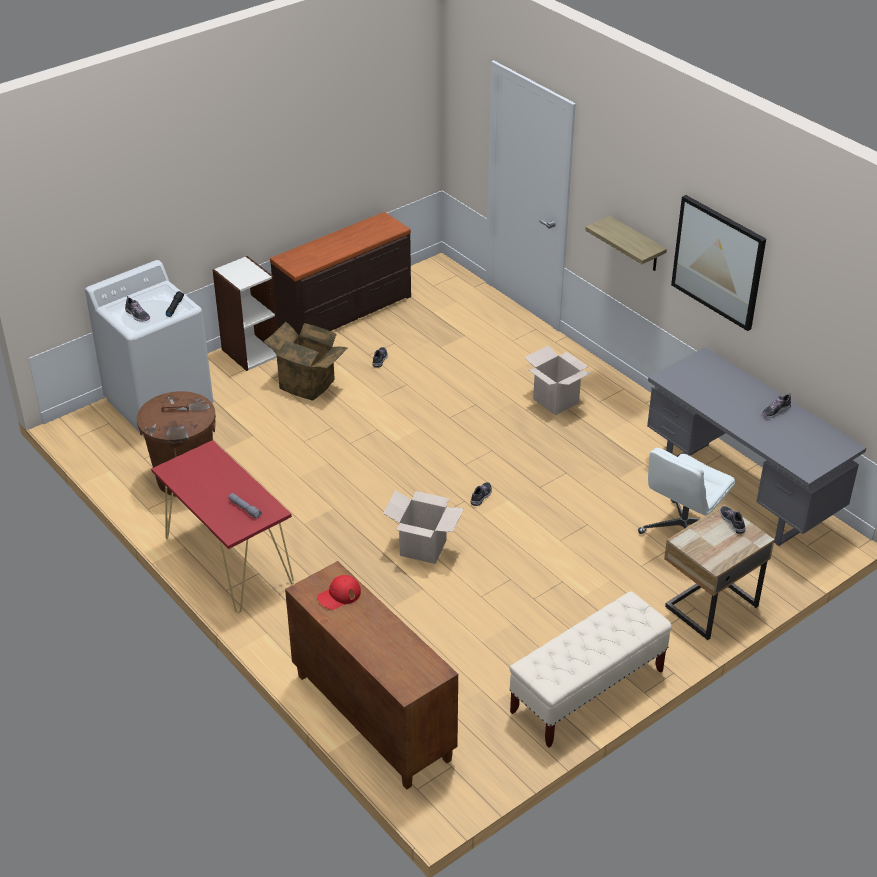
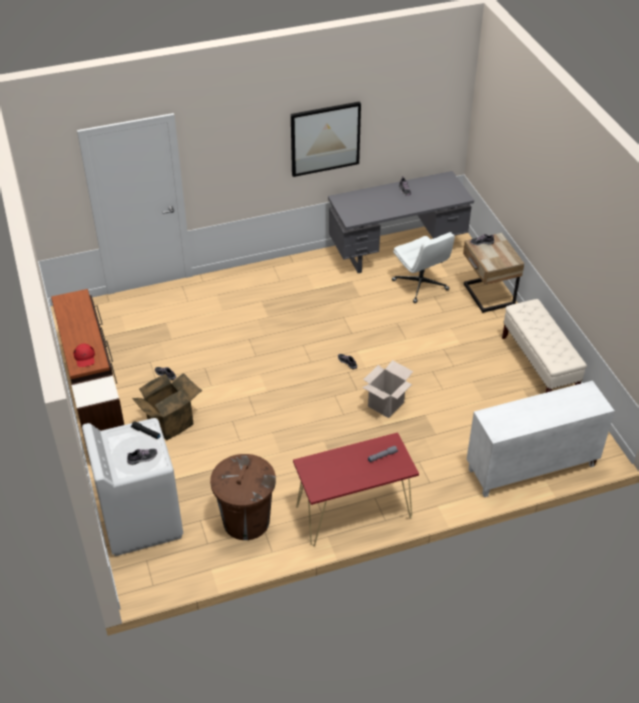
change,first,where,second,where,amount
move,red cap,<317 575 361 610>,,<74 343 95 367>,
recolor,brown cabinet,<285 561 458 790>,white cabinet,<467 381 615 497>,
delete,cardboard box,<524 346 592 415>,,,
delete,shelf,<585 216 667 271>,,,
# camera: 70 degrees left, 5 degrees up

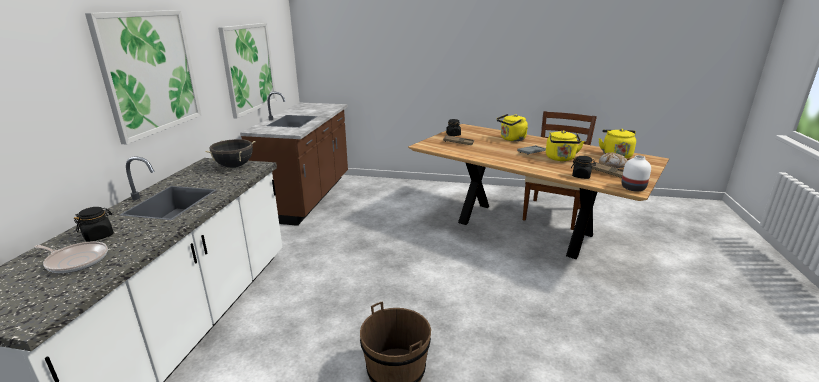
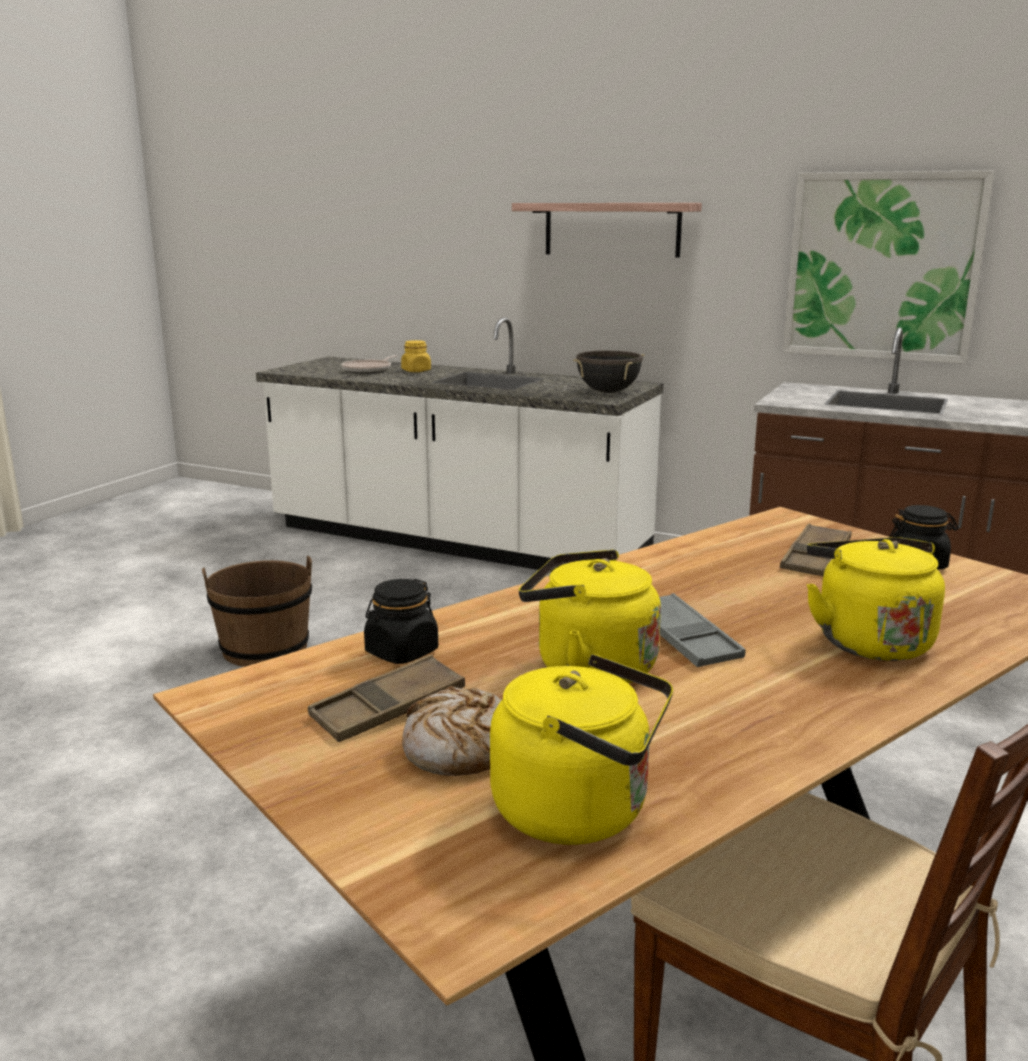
change,first,where,second,where,amount
recolor,black jar,<74 207 114 242>,yellow jar,<401 340 431 372>,
replace,picture,<85 10 202 145>,shelf,<512 203 702 257>,
delete,white vase,<621 155 651 191>,,,
# camera: 105 degrees right, 5 degrees down

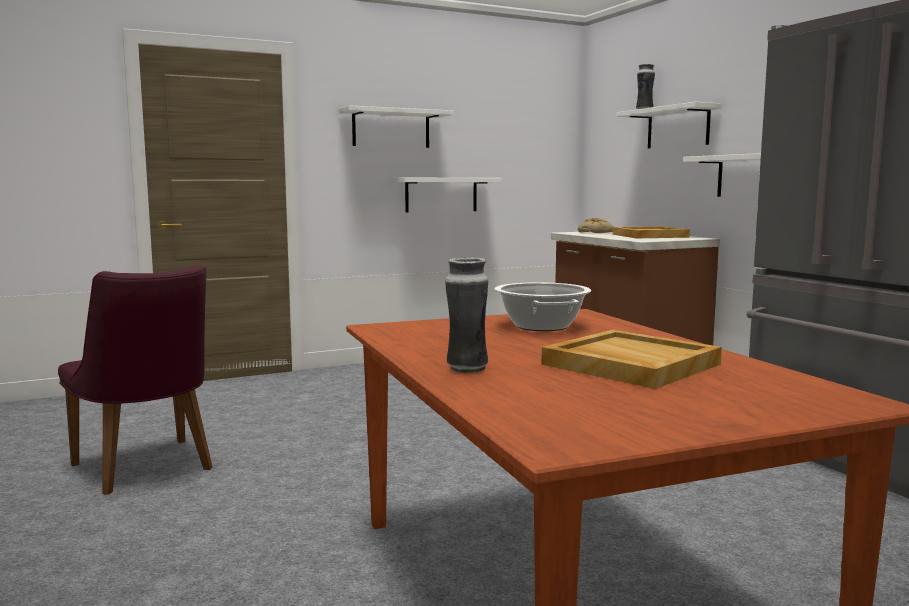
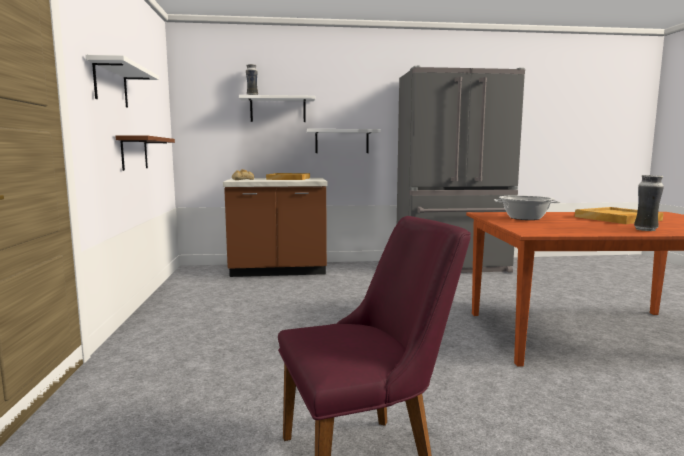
change,first,where,second,where,amount
recolor,white shelf,<393 178 501 213>,brown shelf,<115 135 175 171>,
# camera: 70 degrees left, 0 degrees up

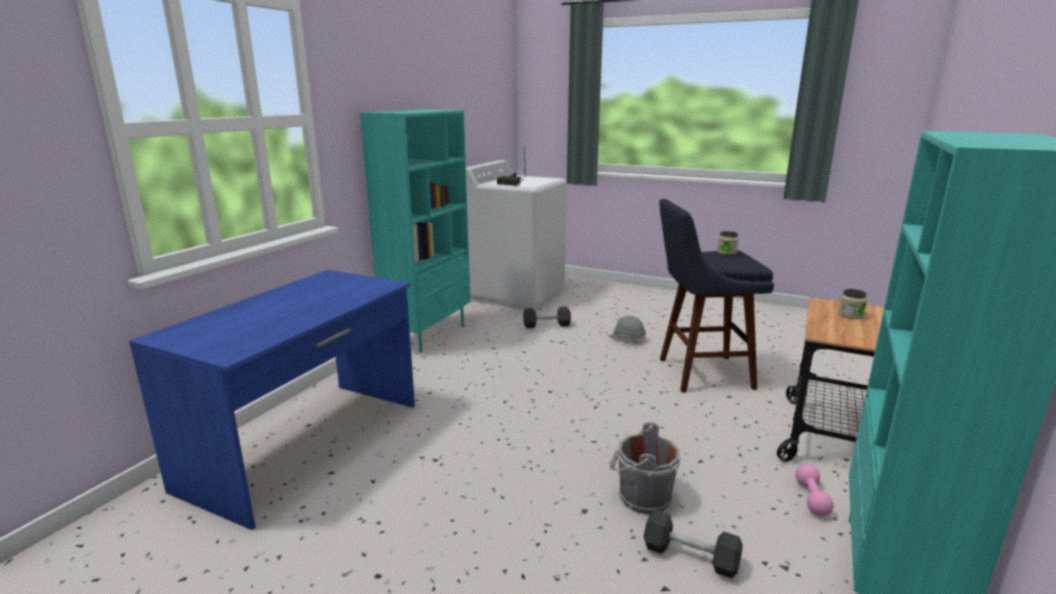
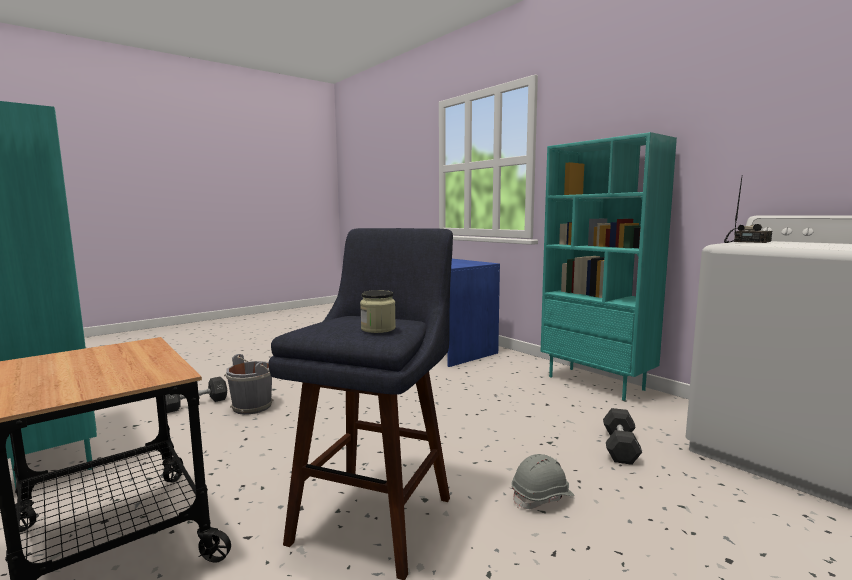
change,first,where,second,where,amount
delete,pink dumbbell,<795 464 834 516>,,,
delete,jar,<838 289 867 319>,,,
# camera: 115 degrees right, 10 degrees down

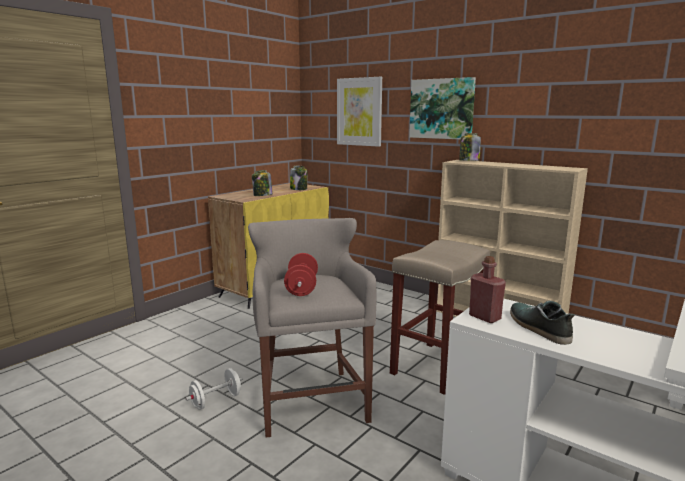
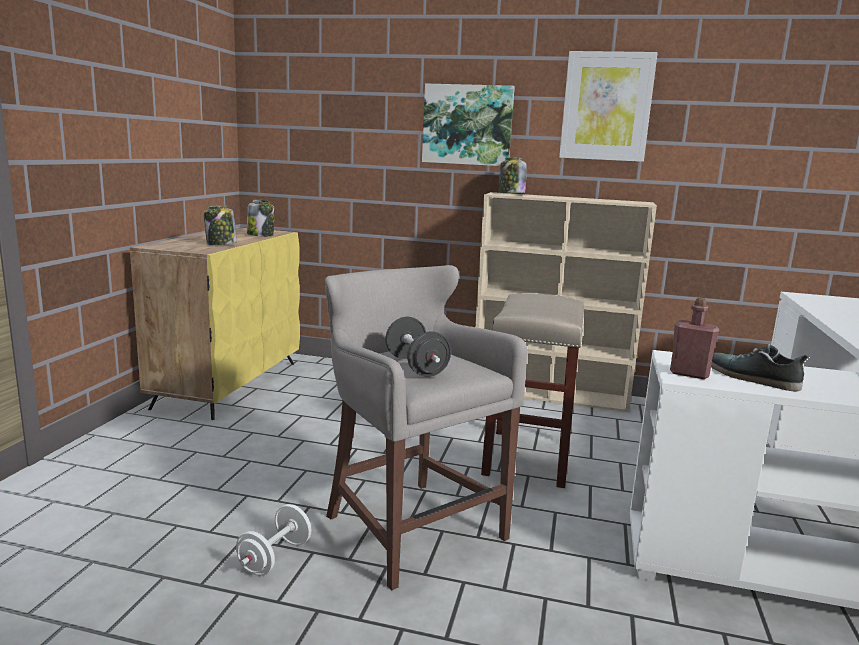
change,first,where,second,where,amount
recolor,red dumbbell,<284 253 318 296>,black dumbbell,<385 317 451 377>,
move,picture,<337 77 382 147>,,<559 51 658 162>,
# camera: 25 degrees left, 0 degrees up

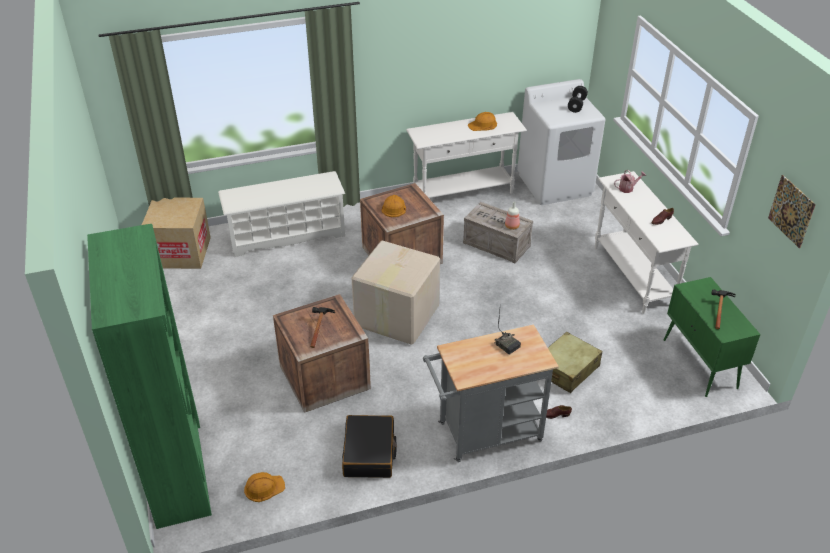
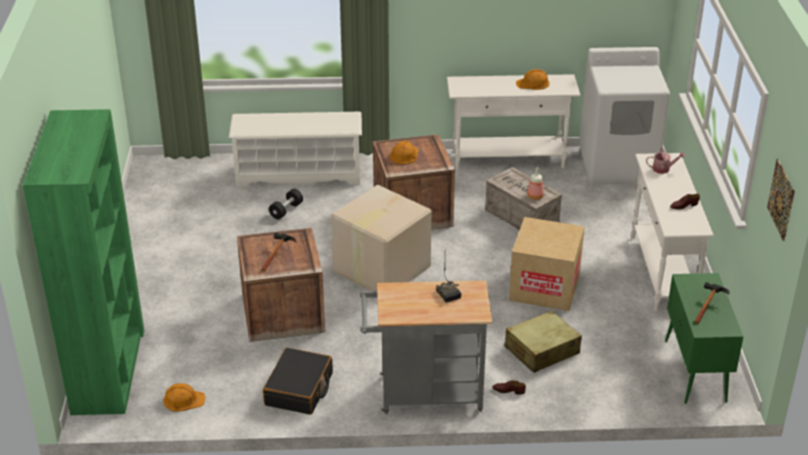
change,first,where,second,where,amount
move,black dumbbell,<568 86 588 113>,,<269 189 303 219>,
move,cardboard box,<142 197 211 269>,,<509 217 585 311>,
# camera: 15 degrees right, 5 degrees down

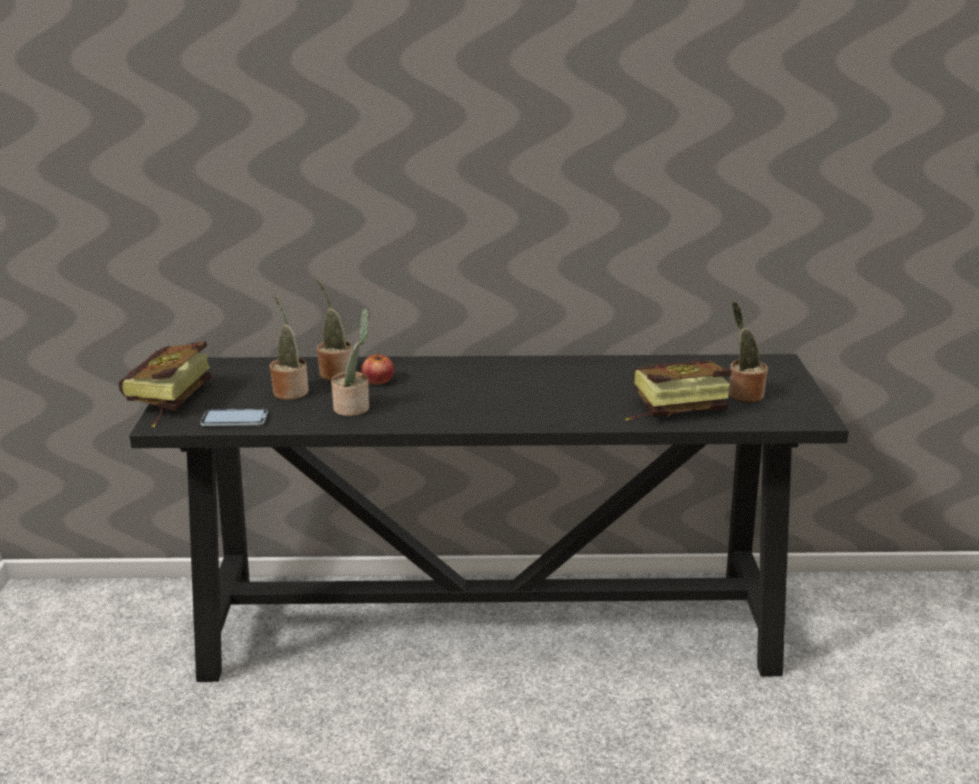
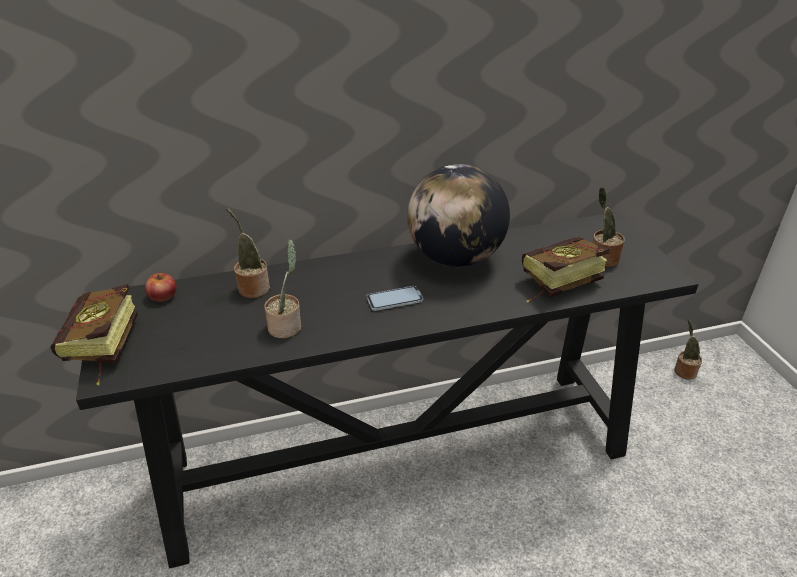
change,first,where,second,where,amount
move,apple,<361 353 394 385>,,<145 273 177 302>,
move,phone,<201 409 268 426>,,<367 286 423 311>,
insert,,,globe,<407 164 510 267>,
move,potted plant,<270 293 309 400>,,<674 320 702 379>,
# camera: 15 degrees left, 10 degrees up

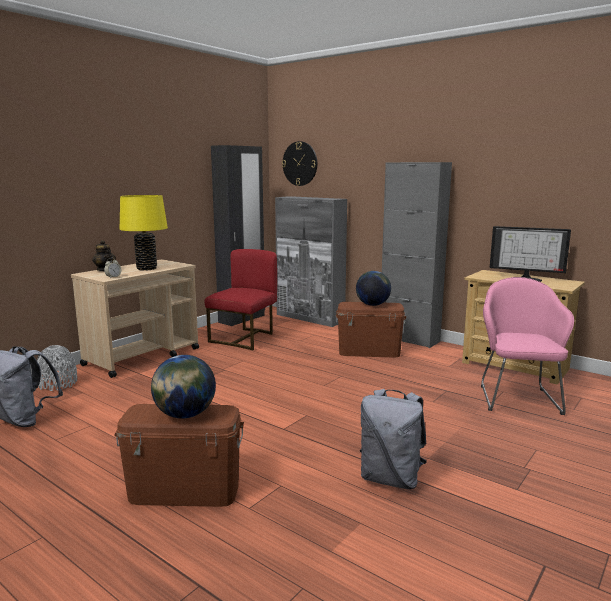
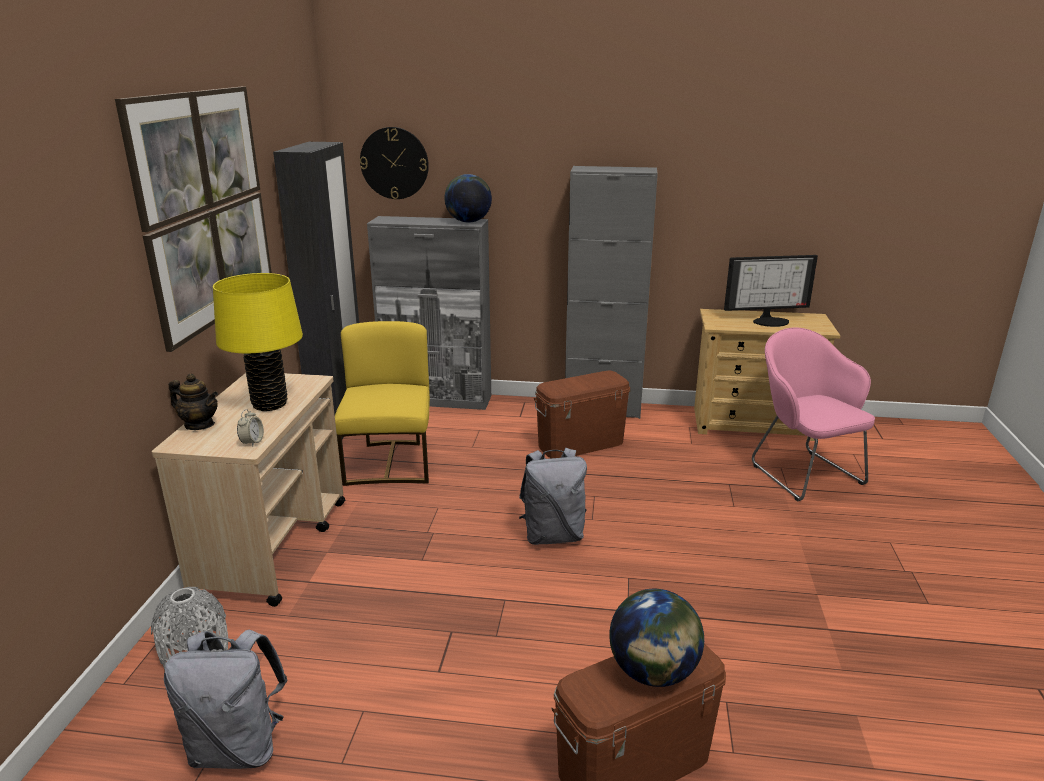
change,first,where,second,where,amount
insert,,,picture,<115 87 272 352>,
recolor,red chair,<205 249 277 350>,yellow chair,<335 321 430 486>,
move,globe,<356 271 391 306>,,<444 174 492 223>,
move,grey backpack,<360 389 427 489>,,<519 448 587 545>,
# camera: 30 degrees left, 10 degrees up

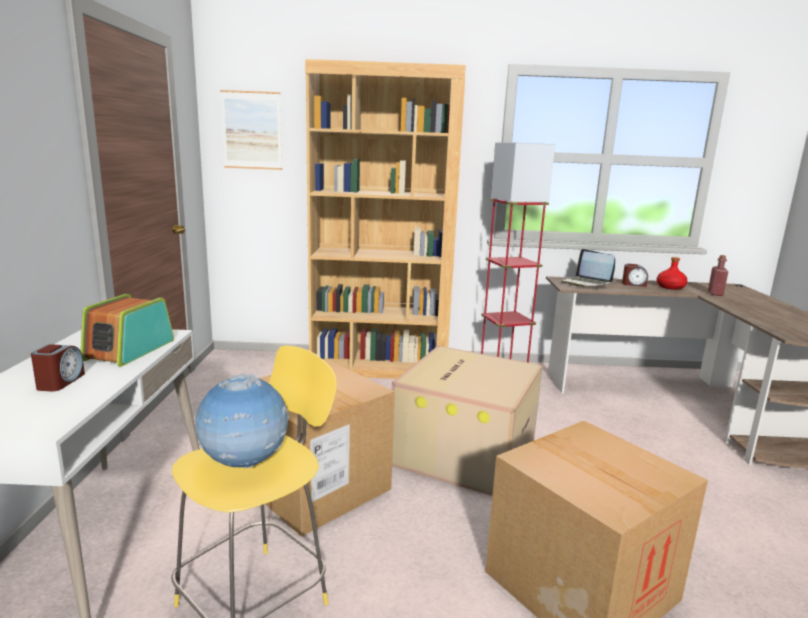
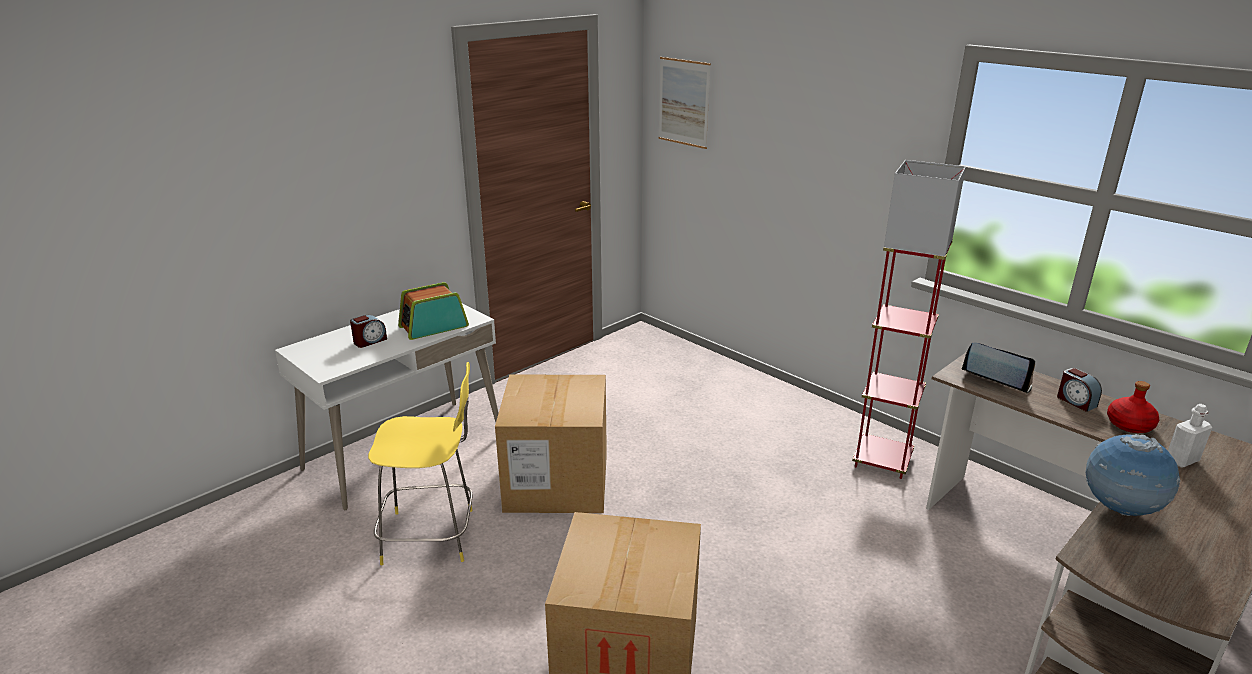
change,first,where,second,where,amount
rotate,laptop,<562 249 615 287>,,<962 343 1035 394>,120 degrees clockwise
move,globe,<195 374 289 469>,,<1085 434 1180 516>,
recolor,red bottle,<708 255 728 296>,white bottle,<1168 404 1212 467>,
delete,brown bookcase,<305 59 466 379>,,,
delete,cardboard box,<392 346 543 496>,,,
# camera: 45 degrees right, 10 degrees up

